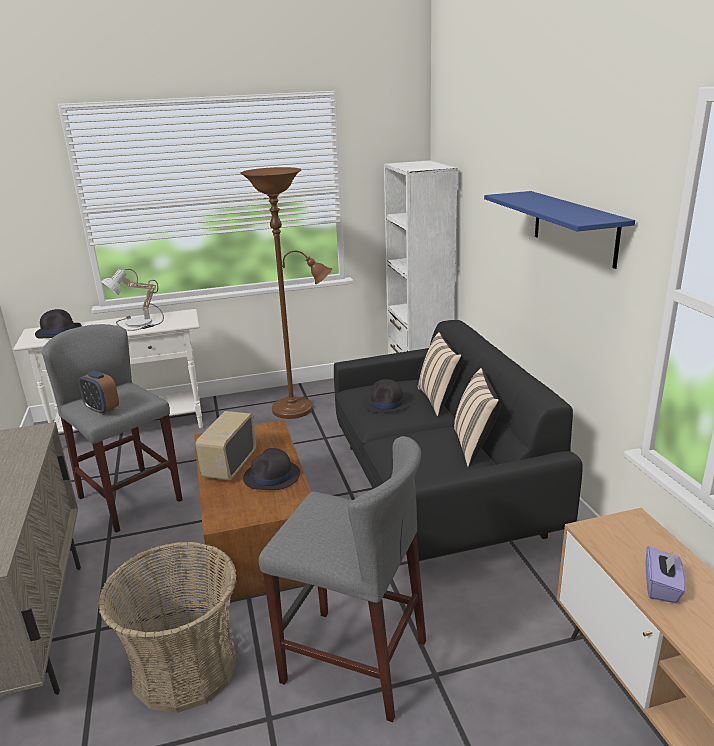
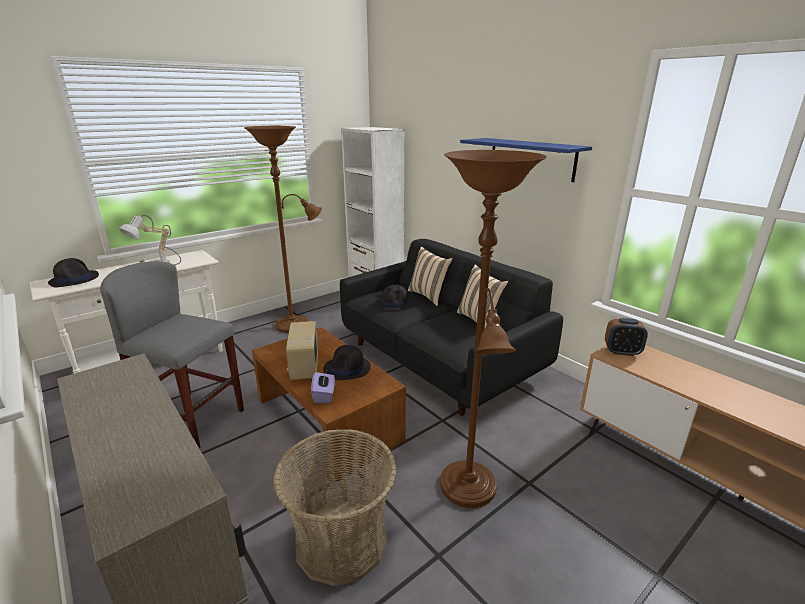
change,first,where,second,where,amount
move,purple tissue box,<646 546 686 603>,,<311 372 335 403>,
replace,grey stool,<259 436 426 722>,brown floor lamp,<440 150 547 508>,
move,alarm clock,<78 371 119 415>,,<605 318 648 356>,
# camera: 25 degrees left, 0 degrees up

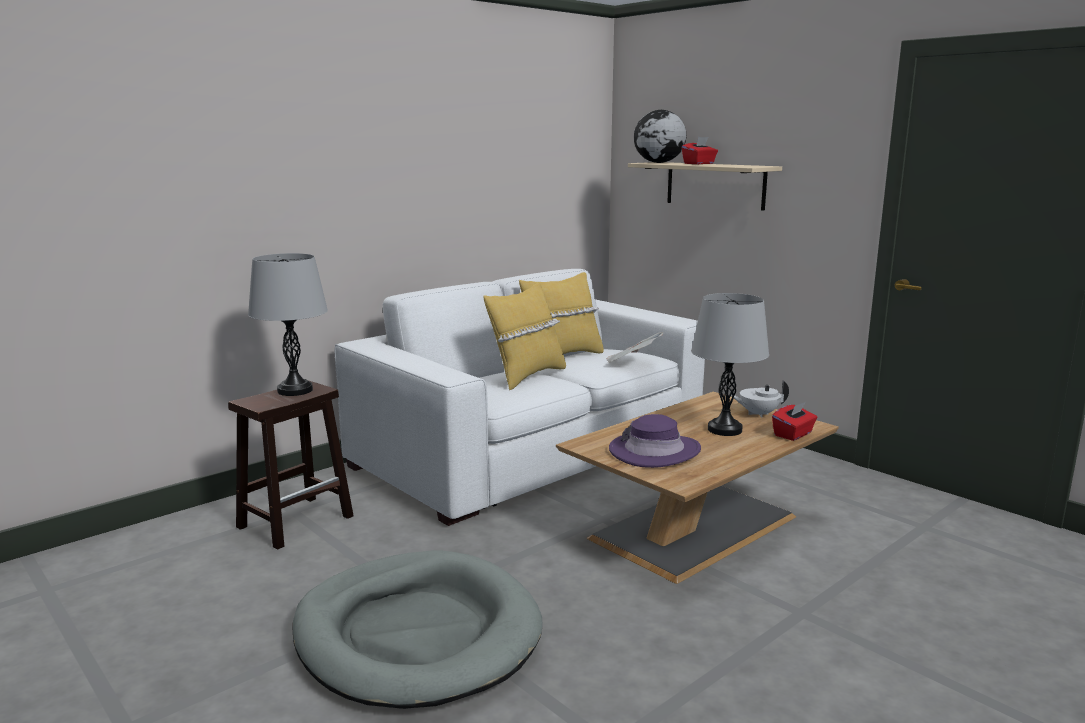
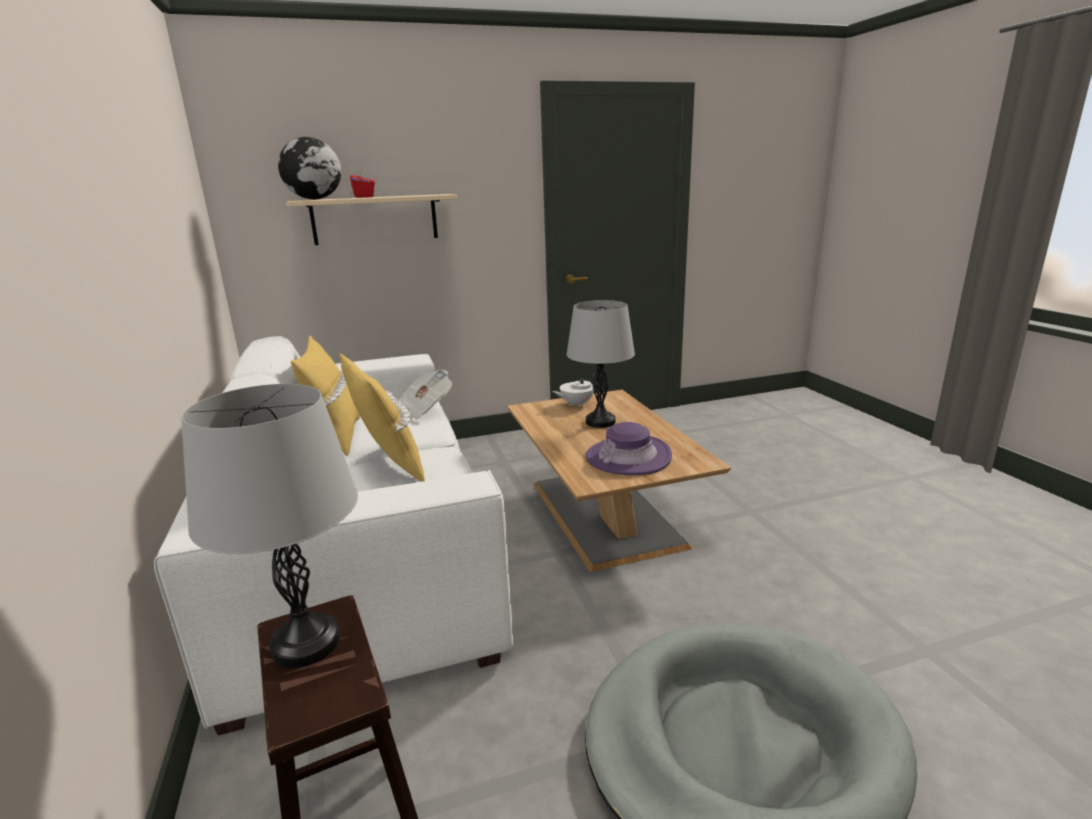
change,first,where,second,where,amount
rotate,white teapot,<729 380 789 418>,,<552 373 599 407>,45 degrees clockwise
delete,red tissue box,<772 402 817 441>,,,
# camera: 65 degrees left, 5 degrees up

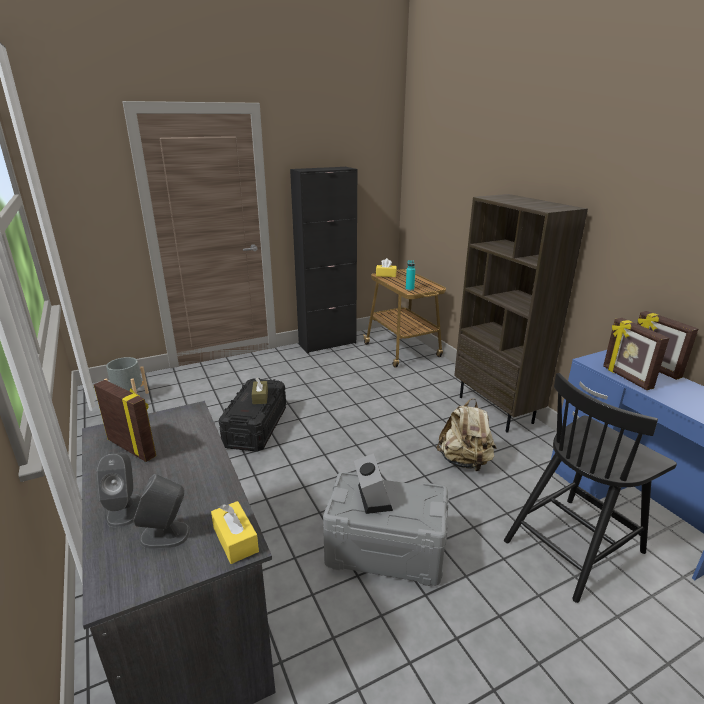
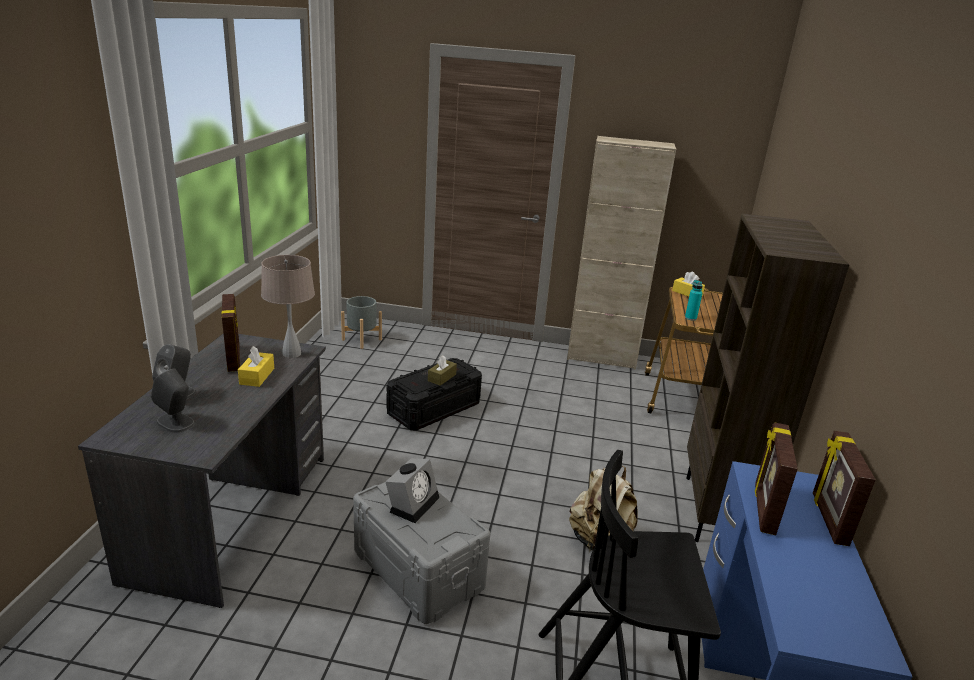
change,first,where,second,where,amount
move,yellow tissue box,<211 501 259 564>,,<238 346 274 387>,
insert,,,beige table lamp,<261 255 315 358>,
recolor,black cabinet,<290 167 357 353>,beige cabinet,<567 136 676 370>,
# camera: 35 degrees right, 0 degrees up

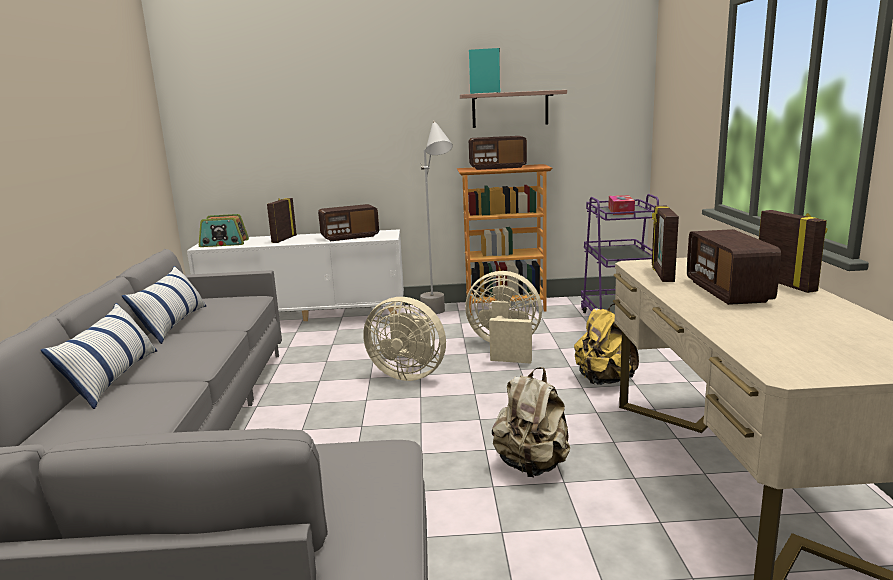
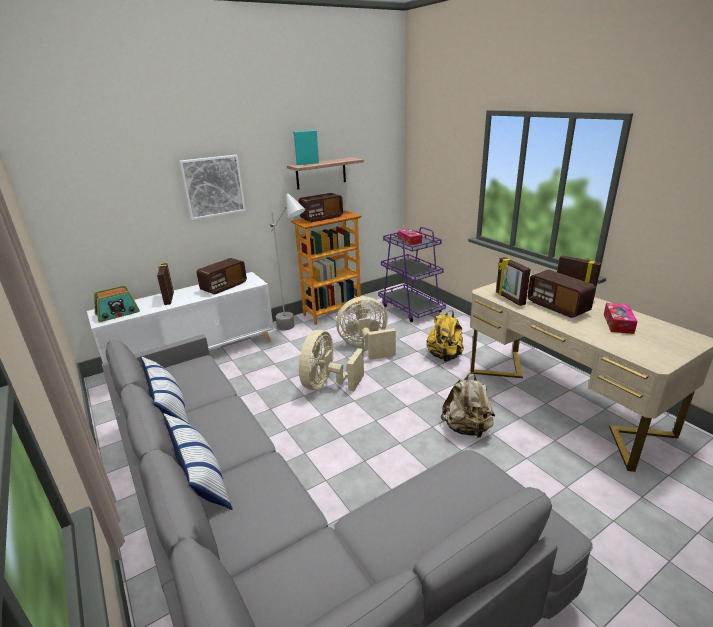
change,first,where,second,where,amount
insert,,,picture,<179 155 246 220>,
rotate,beige fan,<363 297 446 381>,,<299 330 364 391>,120 degrees clockwise
insert,,,tissue box,<604 303 638 334>,
# camera: 30 degrees left, 10 degrees up

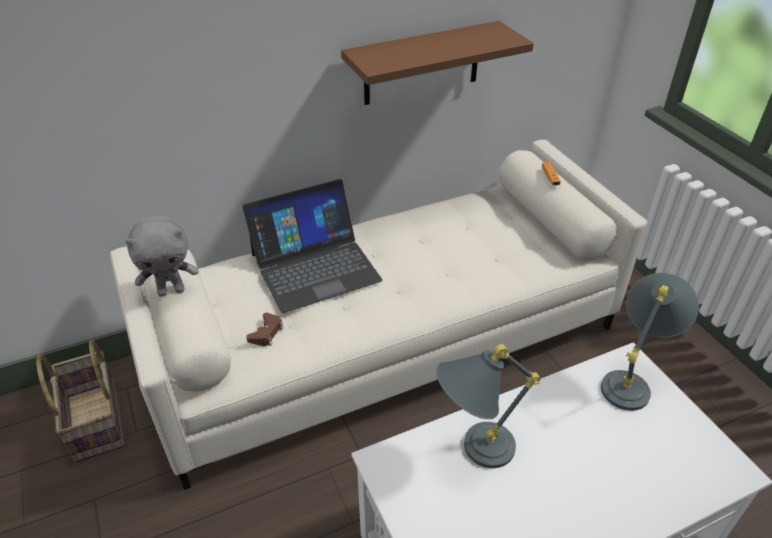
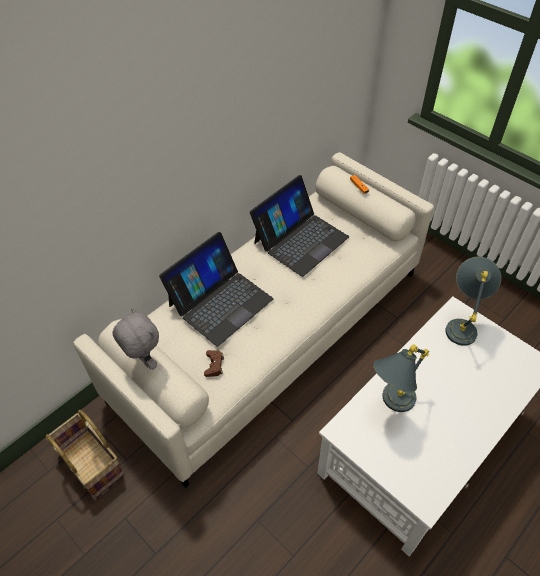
change,first,where,second,where,amount
rotate,grey plush toy,<125 215 199 297>,,<112 308 159 370>,90 degrees counterclockwise
insert,,,laptop,<250 175 349 277>,
delete,brown shelf,<341 21 534 105>,,,
# camera: 20 degrees left, 10 degrees up

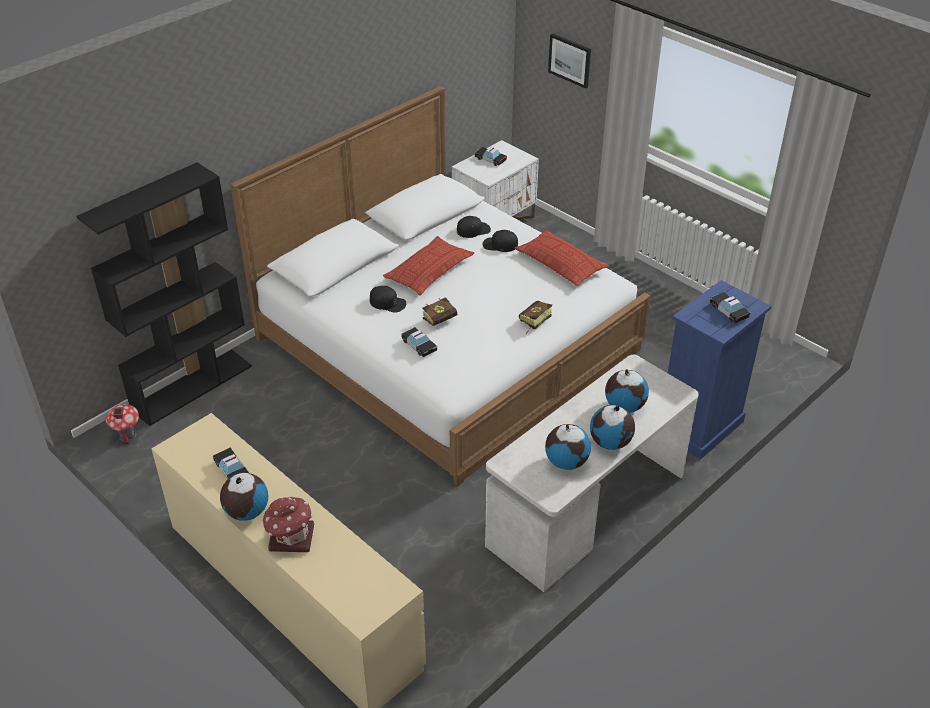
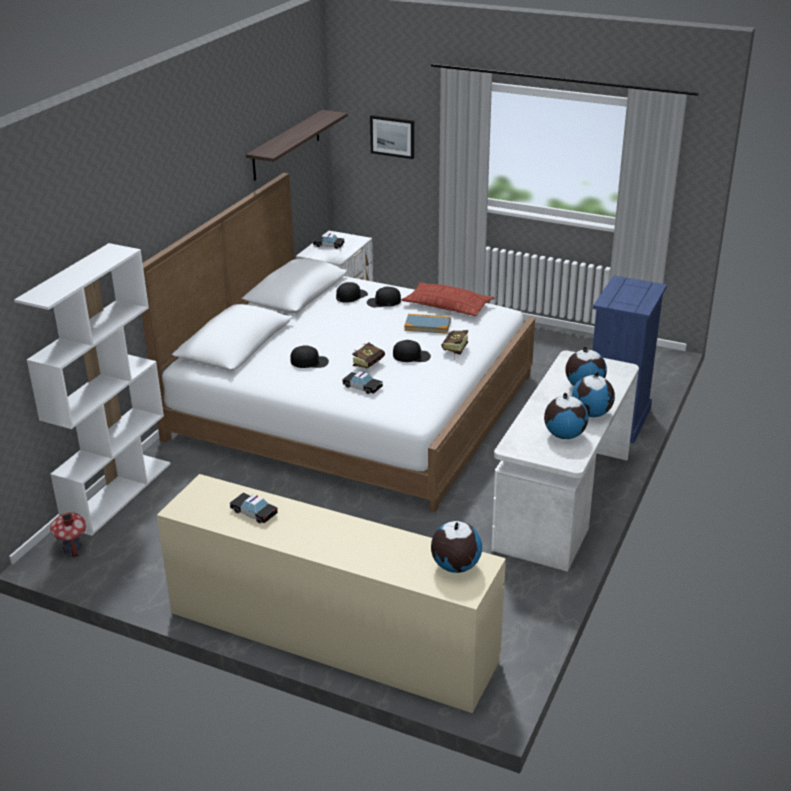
change,first,where,second,where,amount
recolor,black bookcase,<76 162 252 426>,white bookcase,<14 243 171 536>,
insert,,,shelf,<246 110 348 181>,
insert,,,black cap,<393 340 431 362>,
insert,,,book,<404 314 451 334>,
move,globe,<220 473 268 521>,,<431 521 482 573>,
delete,toy house,<262 495 314 552>,,,
delete,pillow,<383 236 474 295>,,,
delete,toy car,<710 292 750 323>,,,
# camera: 20 degrees left, 10 degrees down

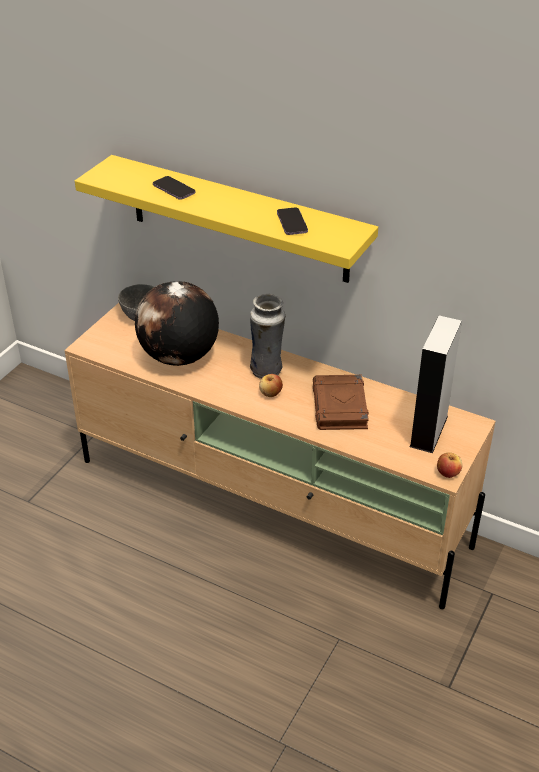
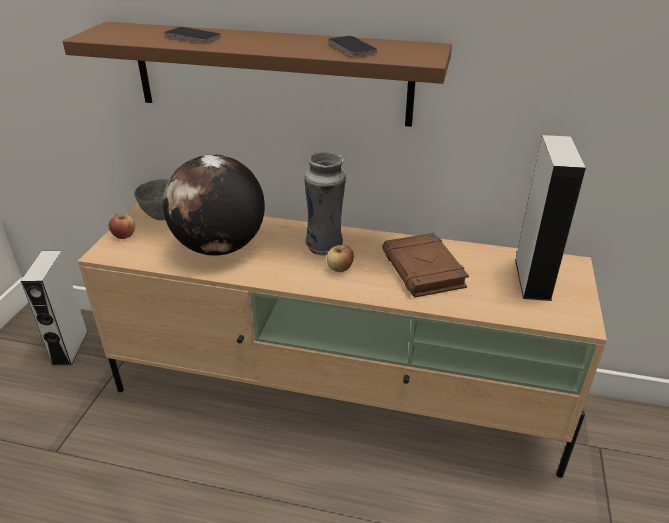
change,first,where,second,where,amount
insert,,,grey speaker,<21 251 88 366>,
recolor,yellow shelf,<75 155 378 283>,brown shelf,<62 22 452 127>,
move,apple,<437 452 462 478>,,<109 214 135 239>,
# camera: 15 degrees left, 5 degrees down

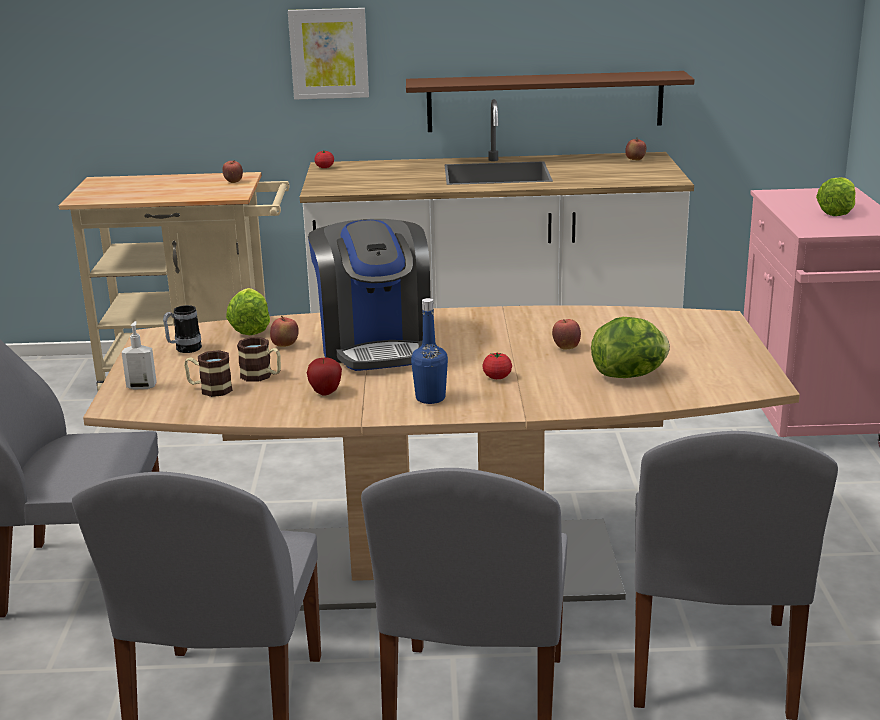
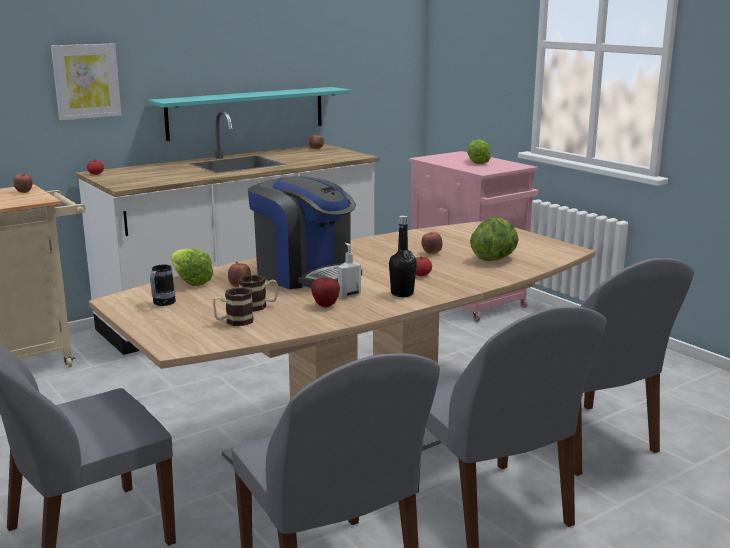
change,first,where,second,where,amount
recolor,brown shelf,<406 71 695 132>,turquoise shelf,<148 87 351 141>,
move,soap dispenser,<121 321 157 389>,,<338 243 361 298>,
recolor,blue bottle,<411 298 448 404>,black bottle,<389 215 417 297>,
# camera: 35 degrees left, 5 degrees down

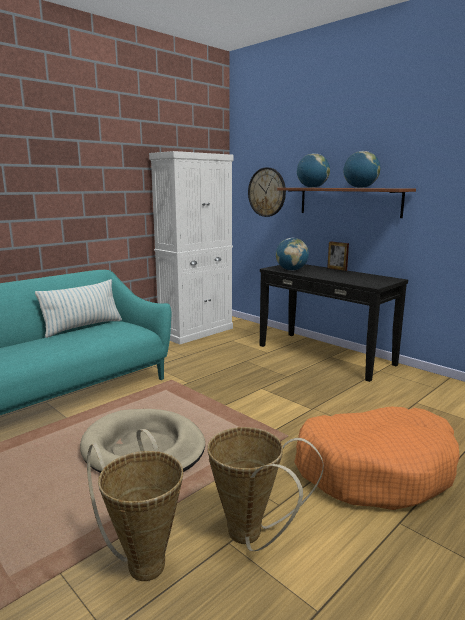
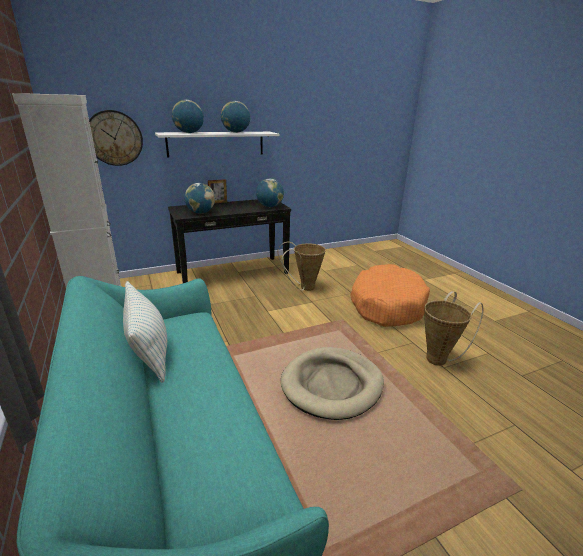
change,first,where,second,where,amount
recolor,brown shelf,<277 188 416 218>,white shelf,<155 132 280 157>,
insert,,,globe,<256 179 284 207>,
move,basket,<87 429 183 581>,,<277 242 326 291>,
# camera: 70 degrees left, 10 degrees up

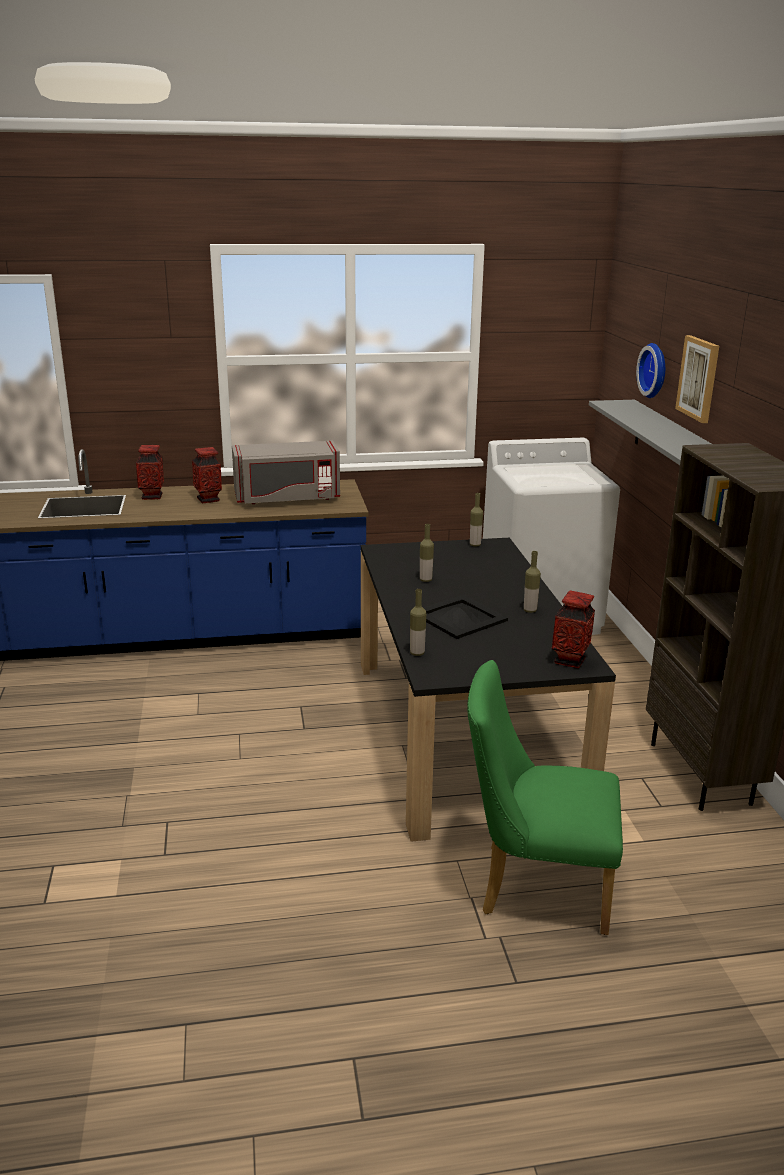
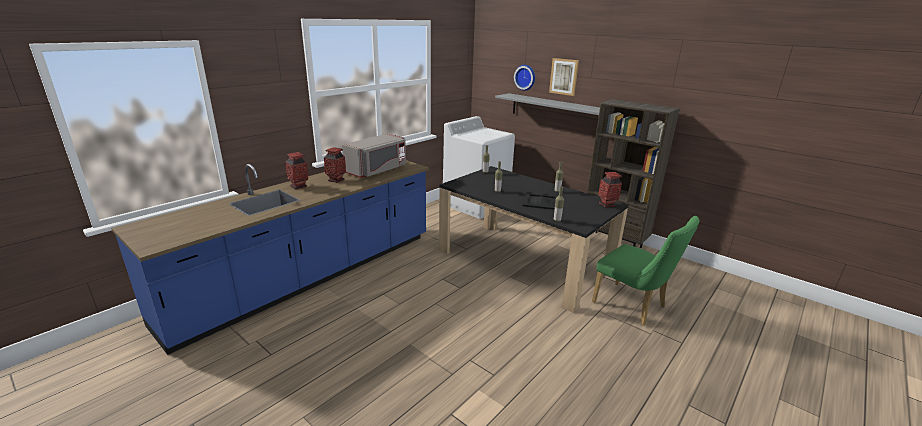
change,first,where,second,where,amount
rotate,green chair,<467 660 623 935>,,<592 216 699 326>,105 degrees counterclockwise
# camera: 40 degrees left, 0 degrees up

